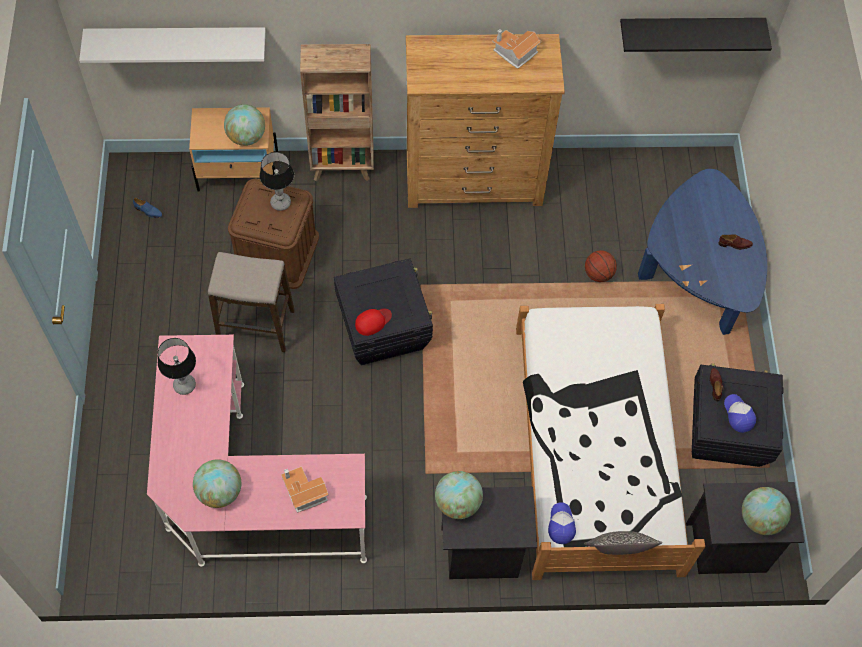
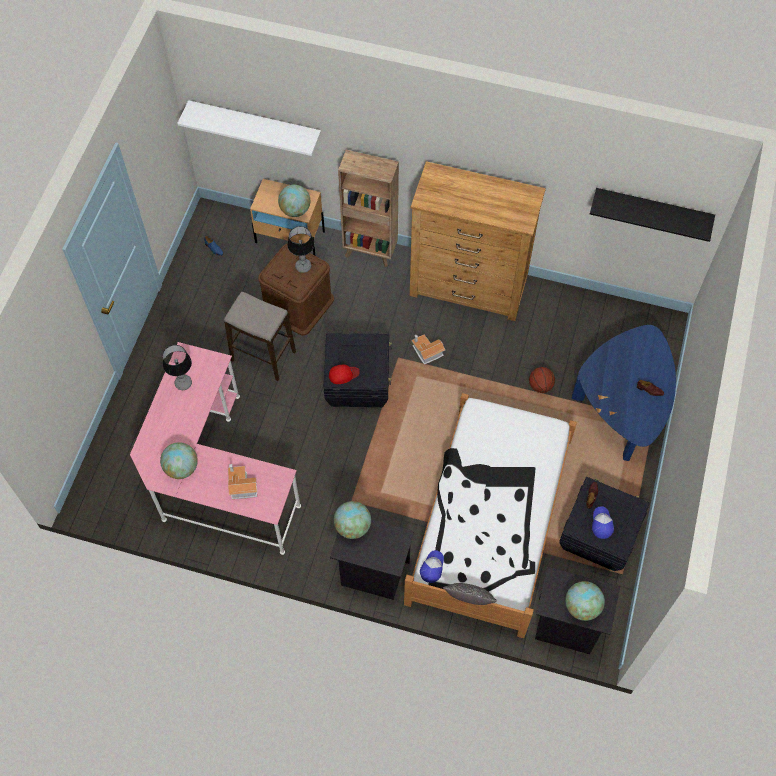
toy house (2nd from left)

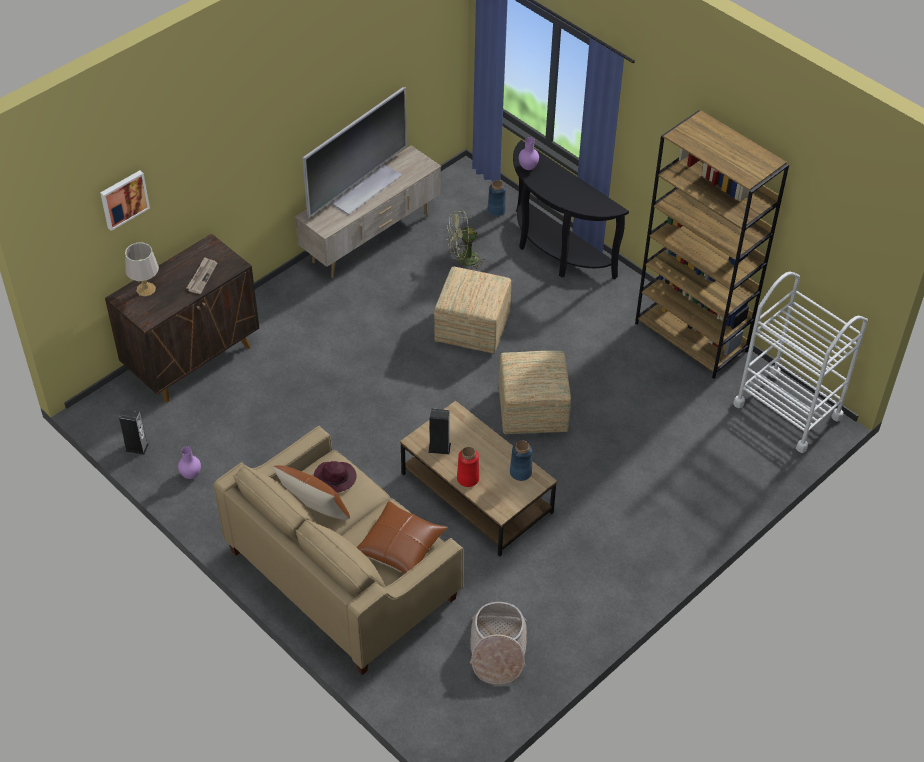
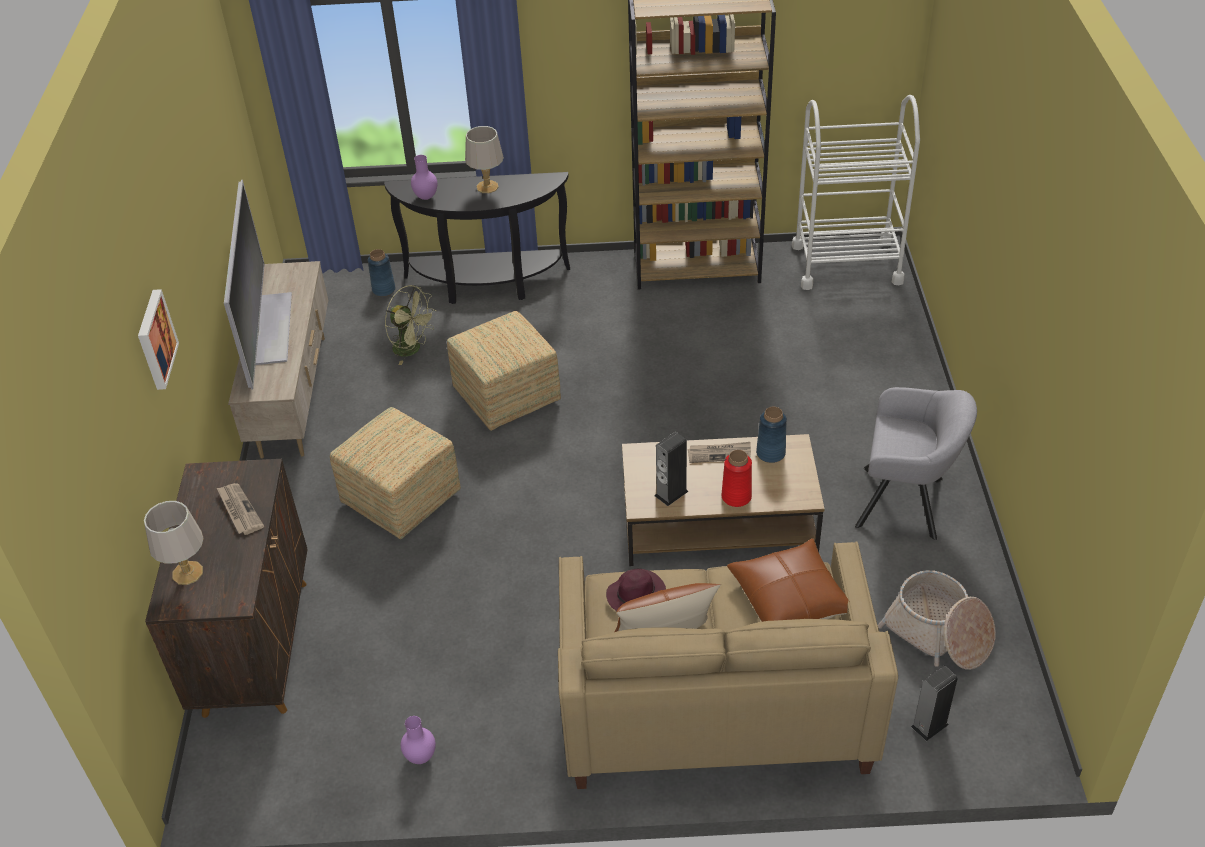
picture
speaker (2nd from left)
green fan
ottoman (1st from left)
grey table lamp (2nd from left)
newspaper (2nd from left)
grey armchair

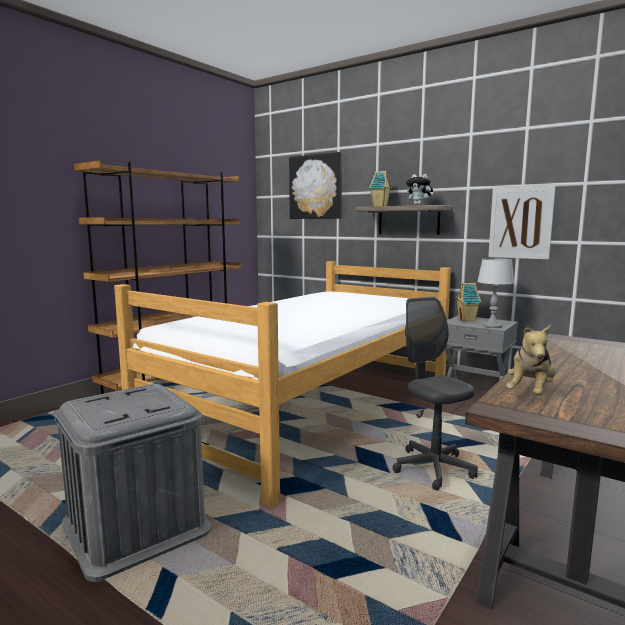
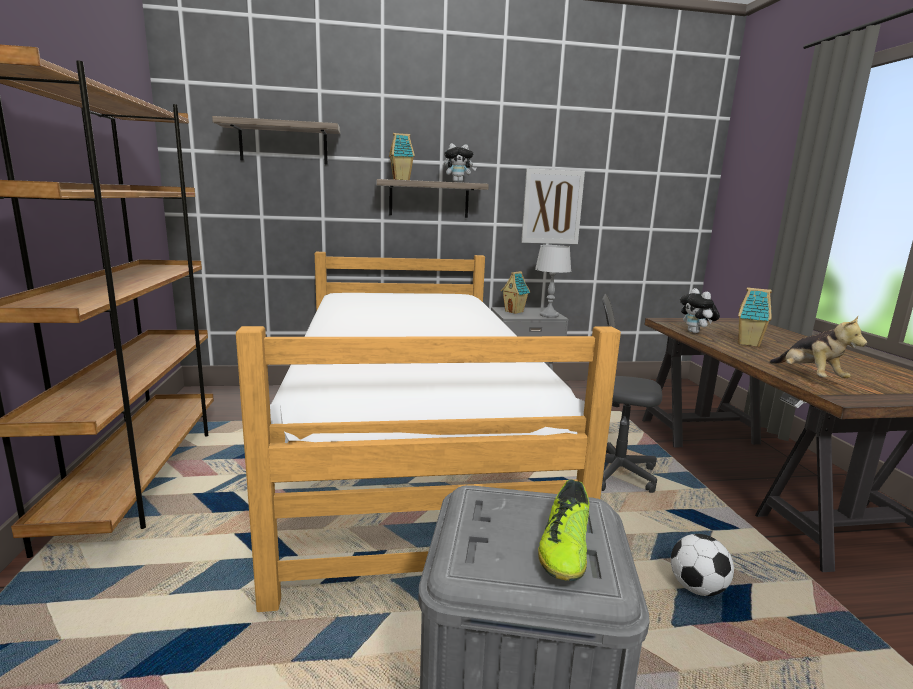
shelf (1st from left)
shoe
football
plush toy (2nd from left)
toy house (3rd from left)

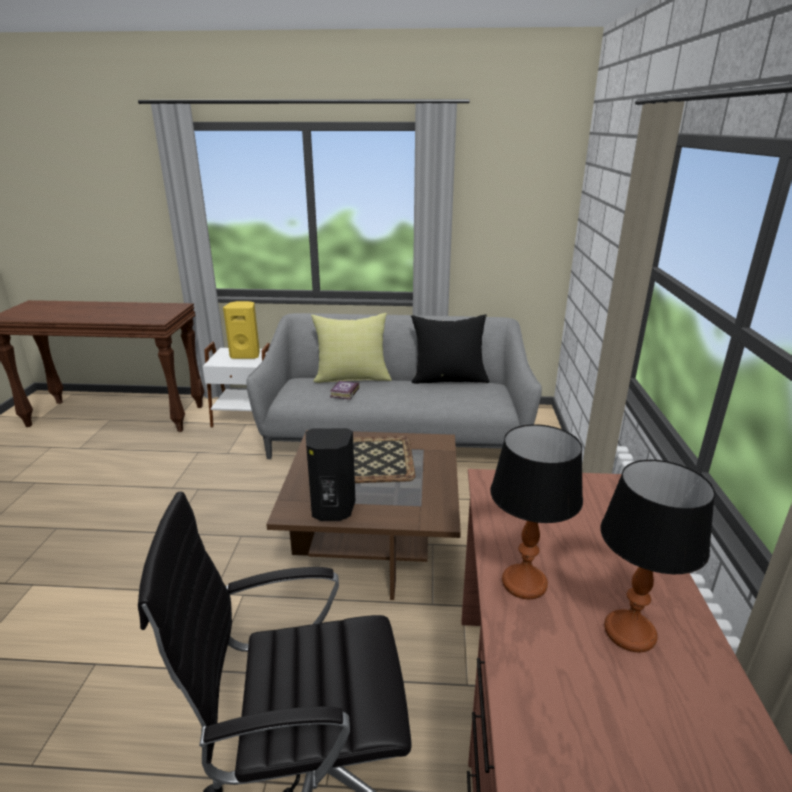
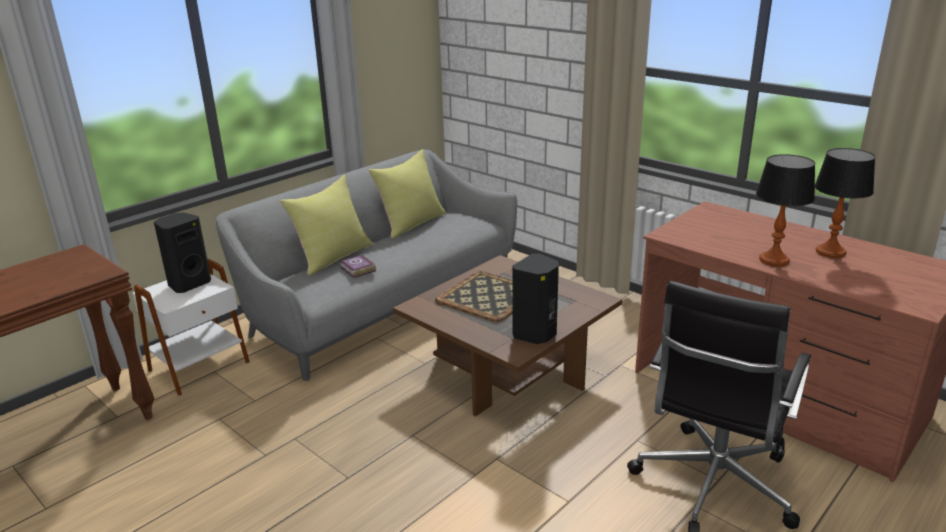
black speaker (1st from left)
yellow pillow (2nd from left)

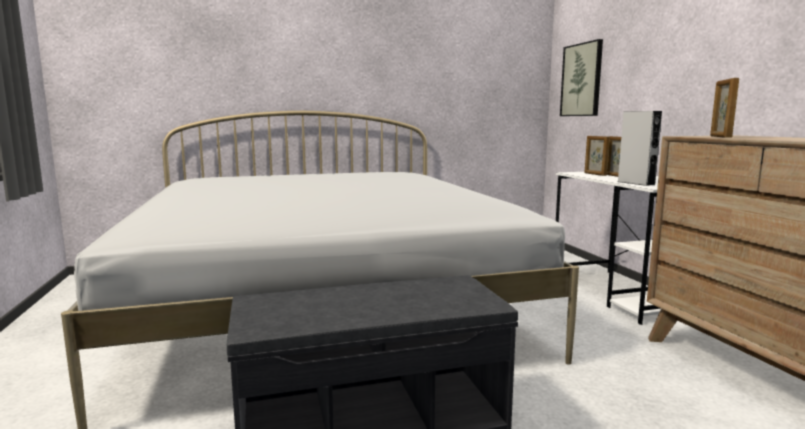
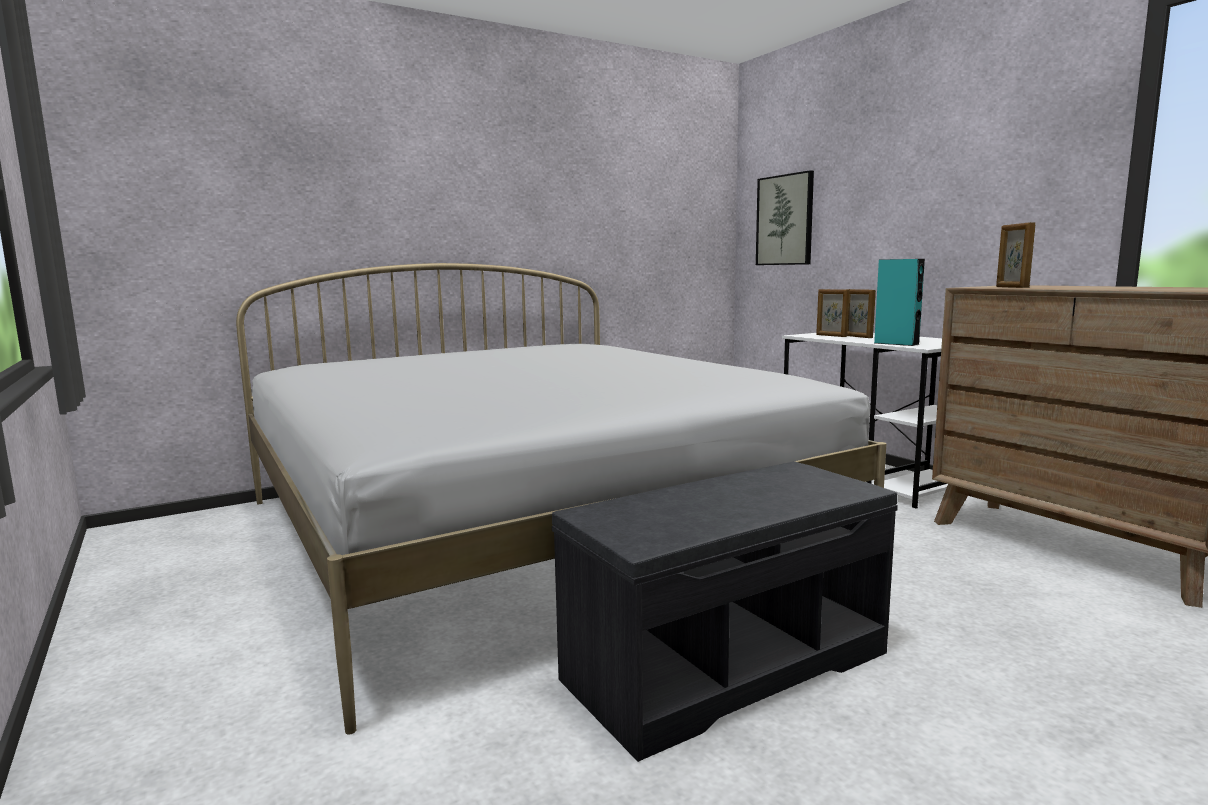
turquoise speaker

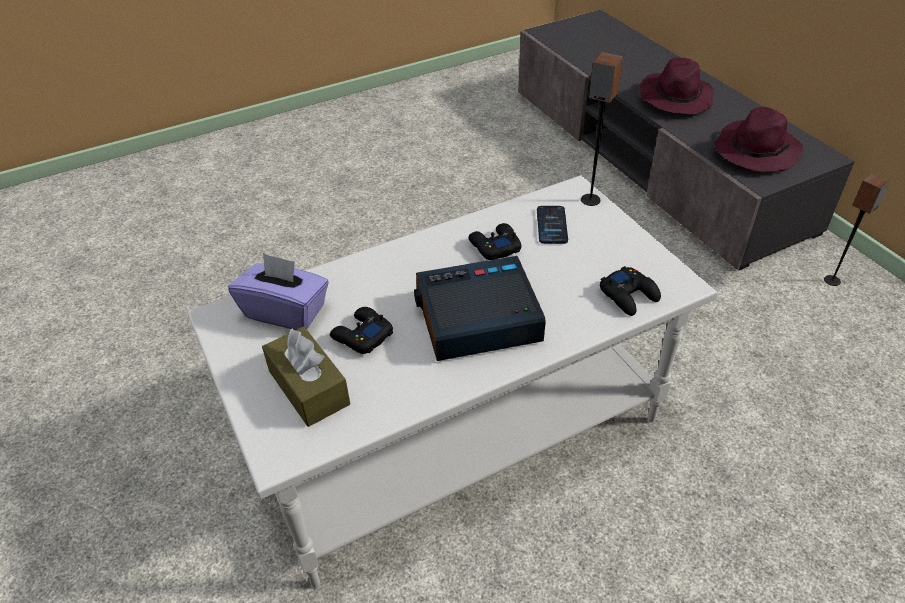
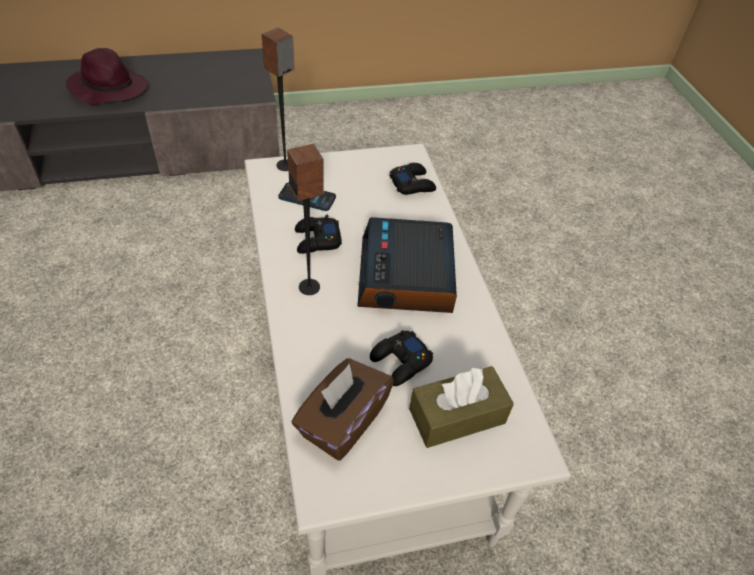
brown tissue box (1st from left)
purple hat (2nd from left in the first image)
speaker (2nd from left)

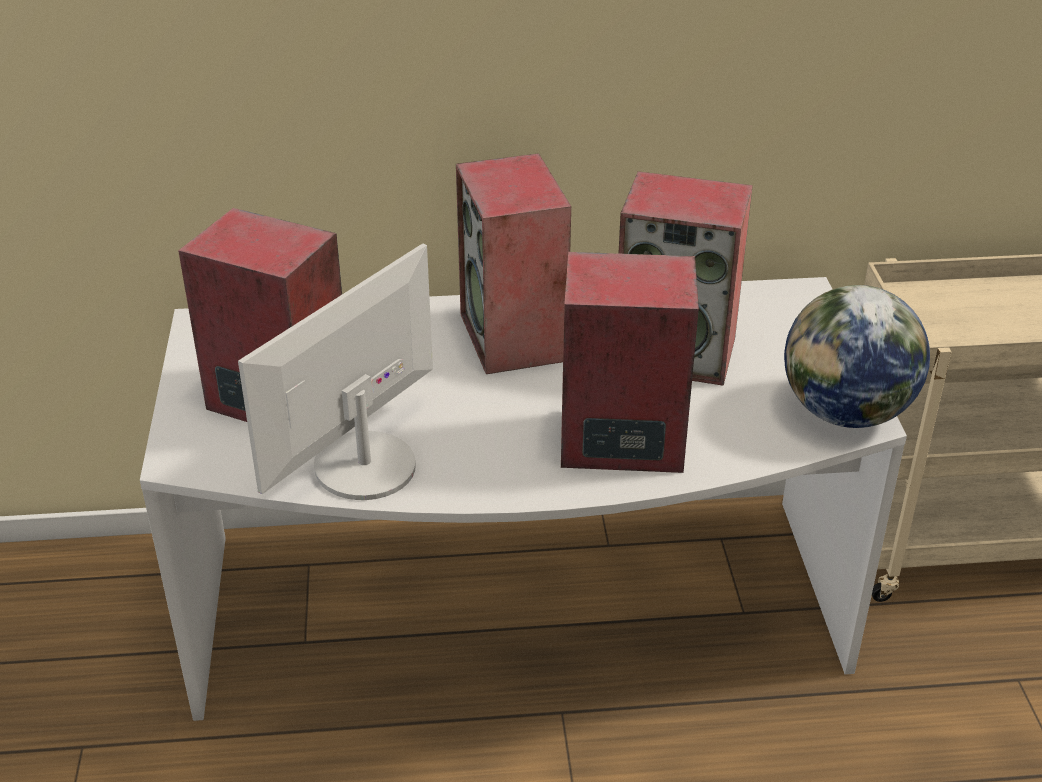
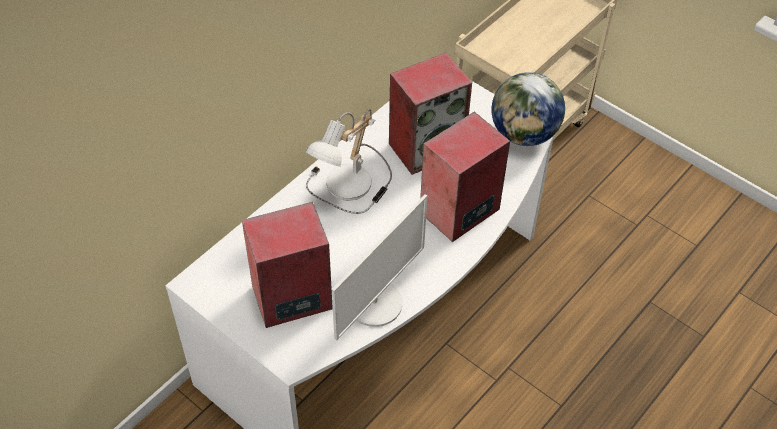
monitor
table lamp

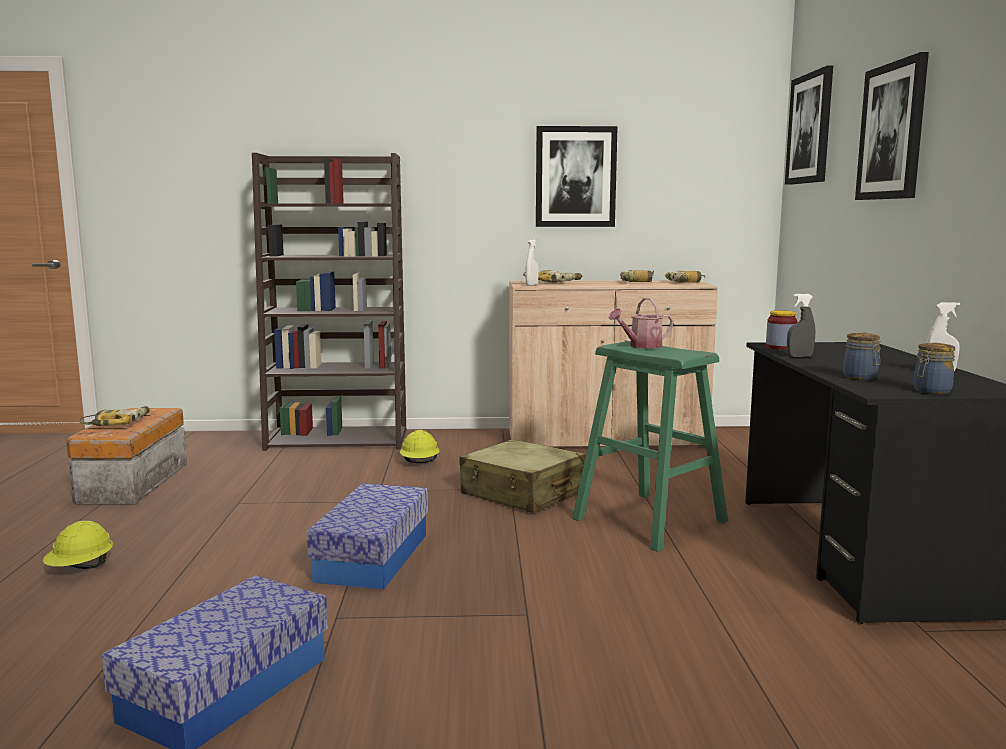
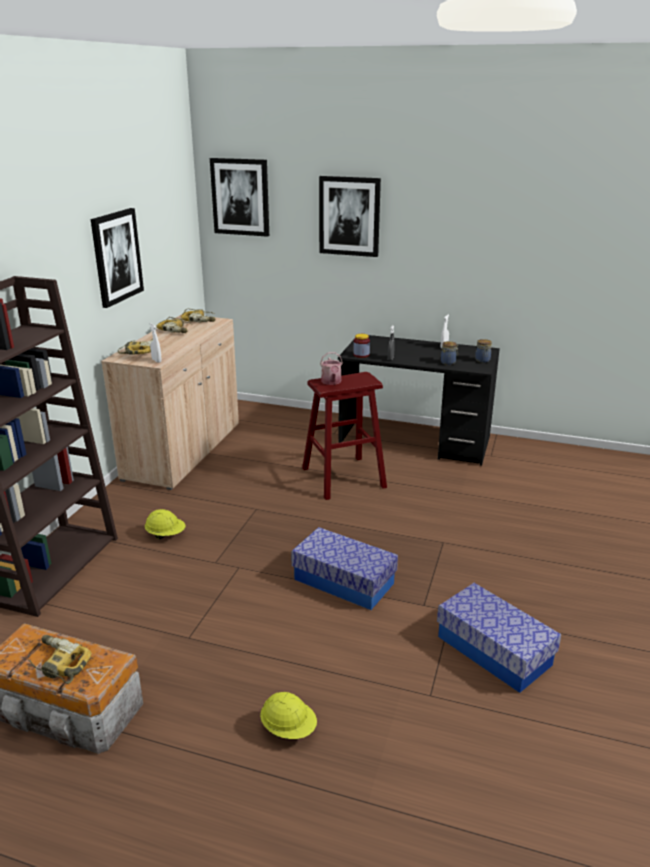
beige suitcase
red stool

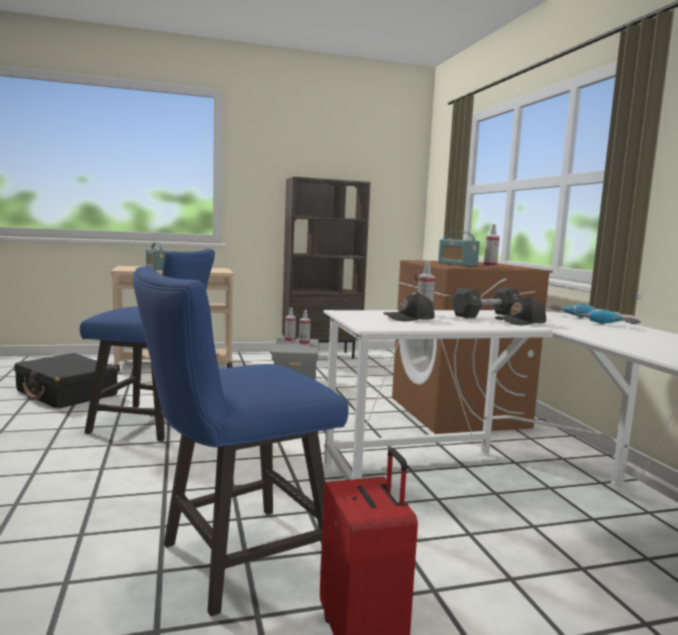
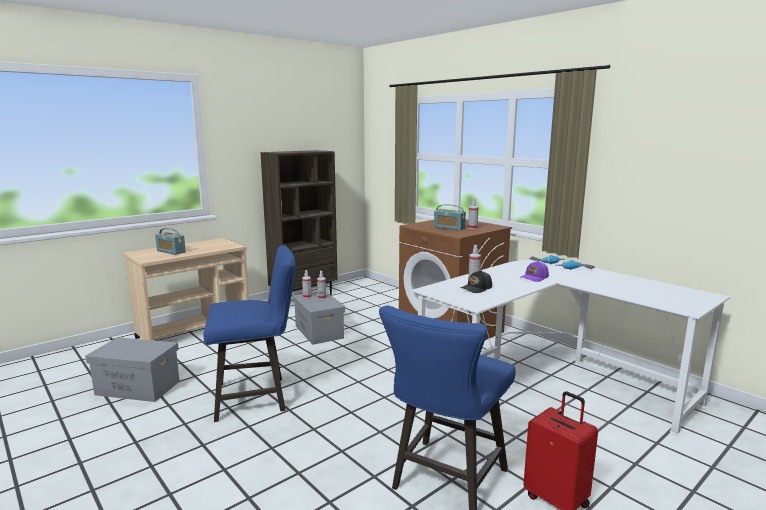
grey storage box (1st from left)
black dumbbell
purple cap

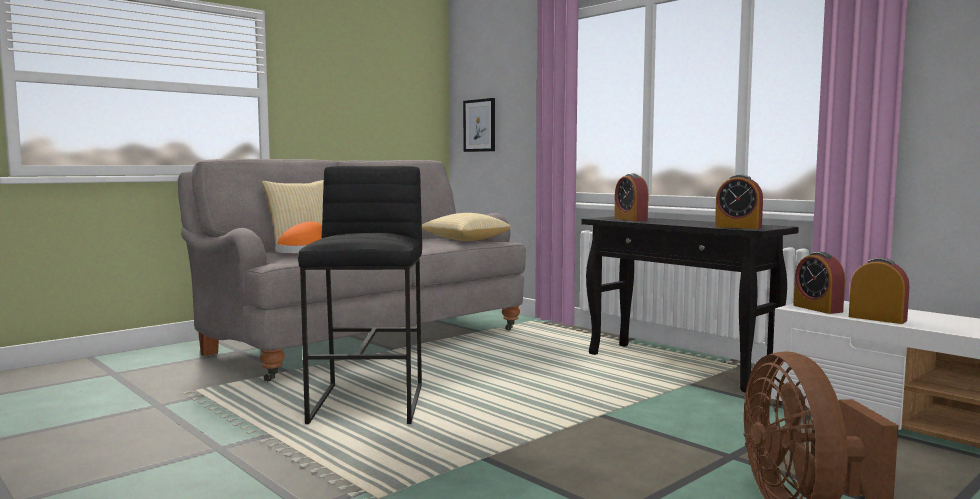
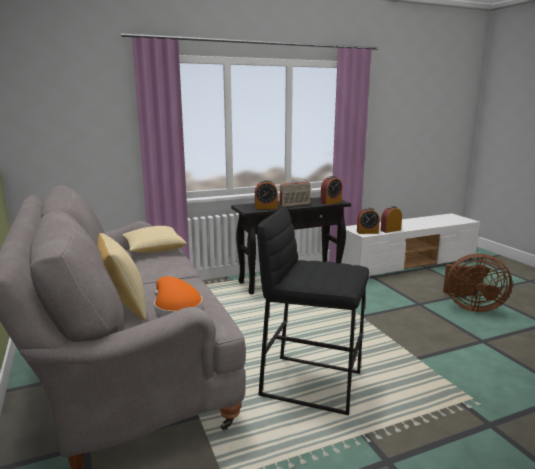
picture
radio

